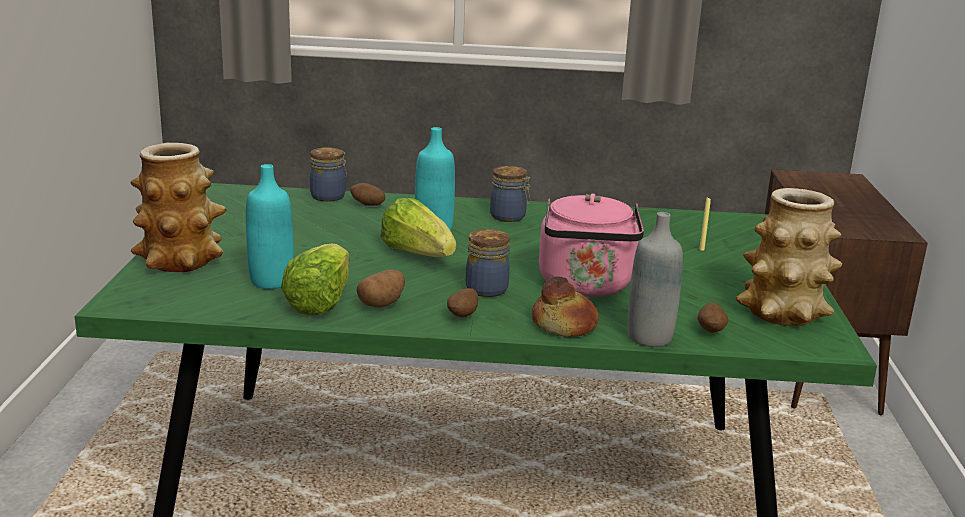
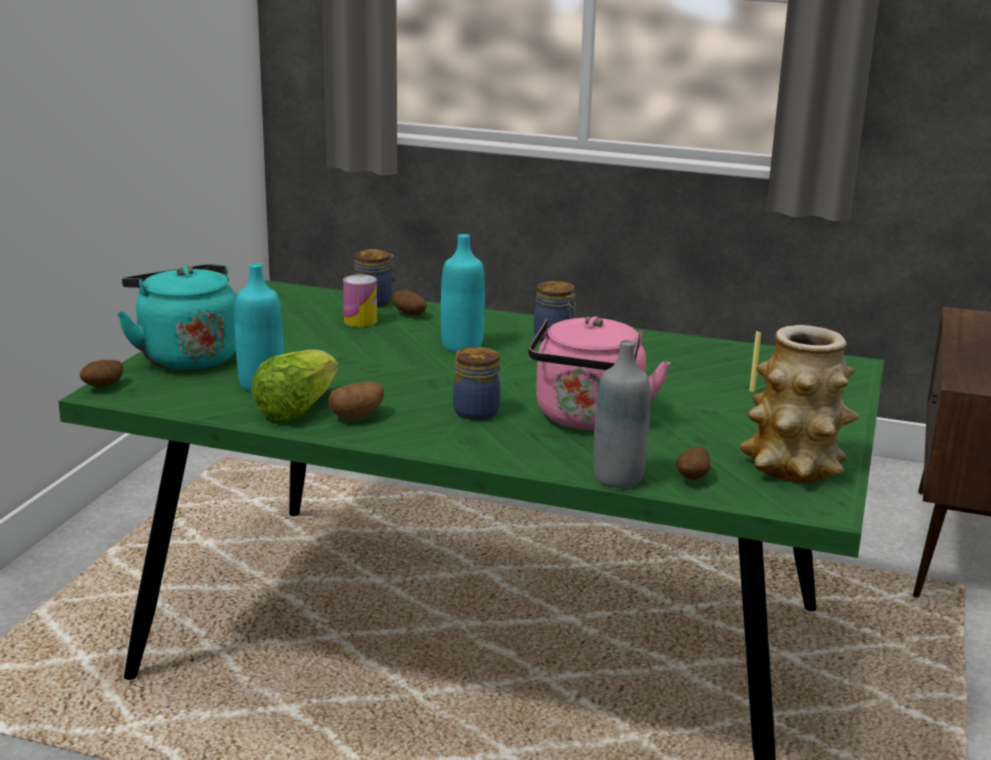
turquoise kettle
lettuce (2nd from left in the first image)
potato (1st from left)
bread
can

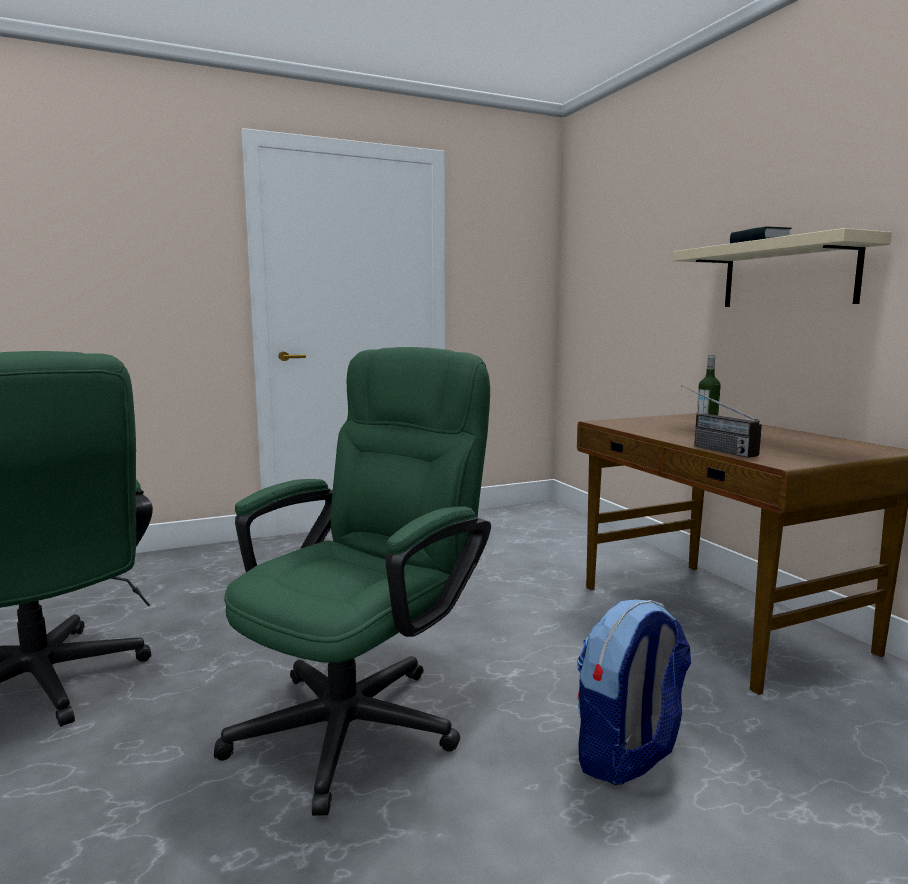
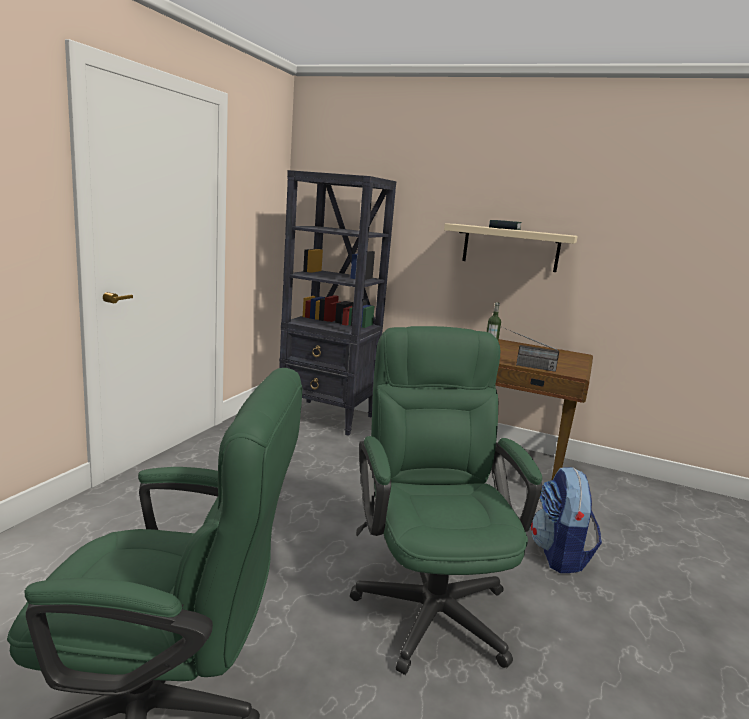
black bookcase

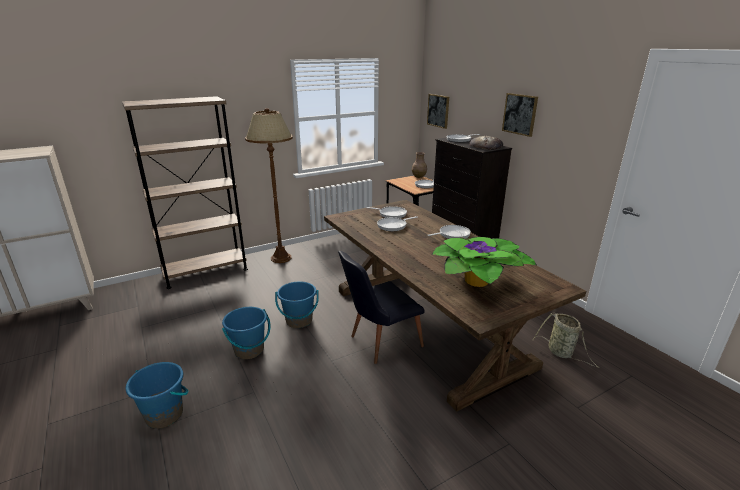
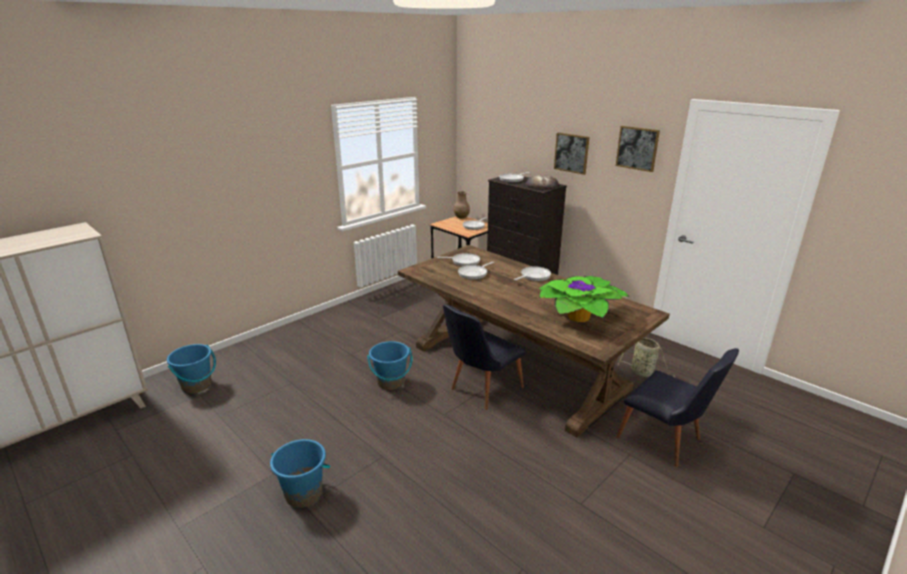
brown bookcase
blue bucket (1st from left)
brown floor lamp
picture (2nd from left)
black chair (2nd from left)

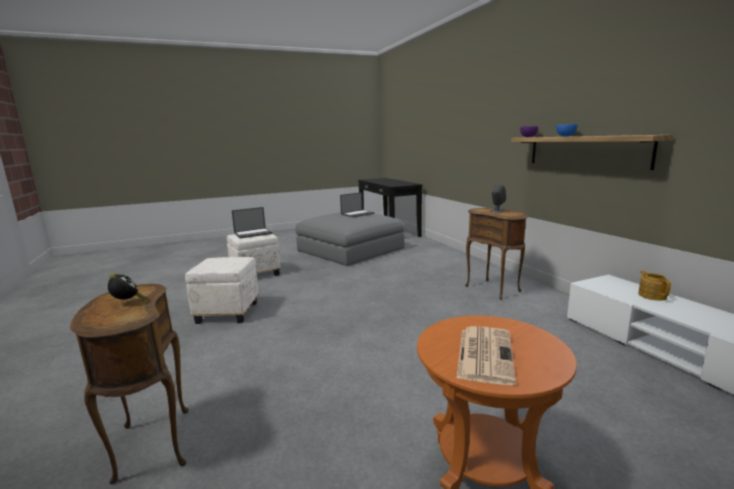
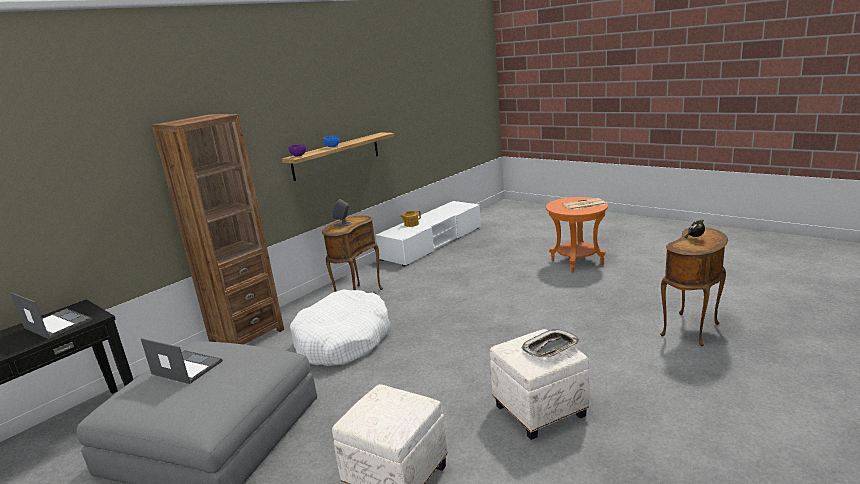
laptop (1st from left)
brown bookcase
white dog bed
tray

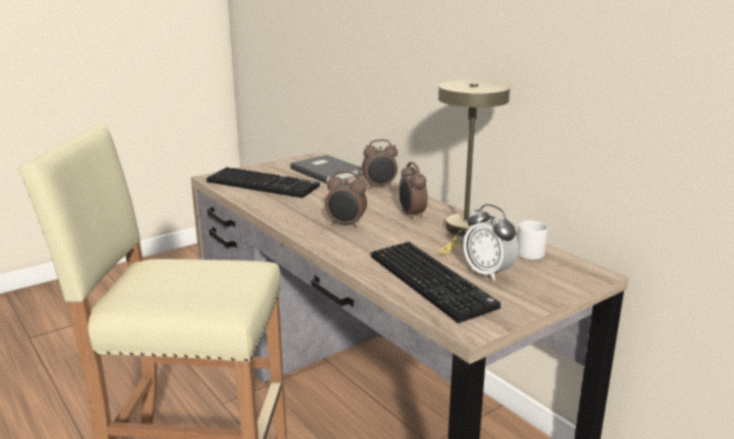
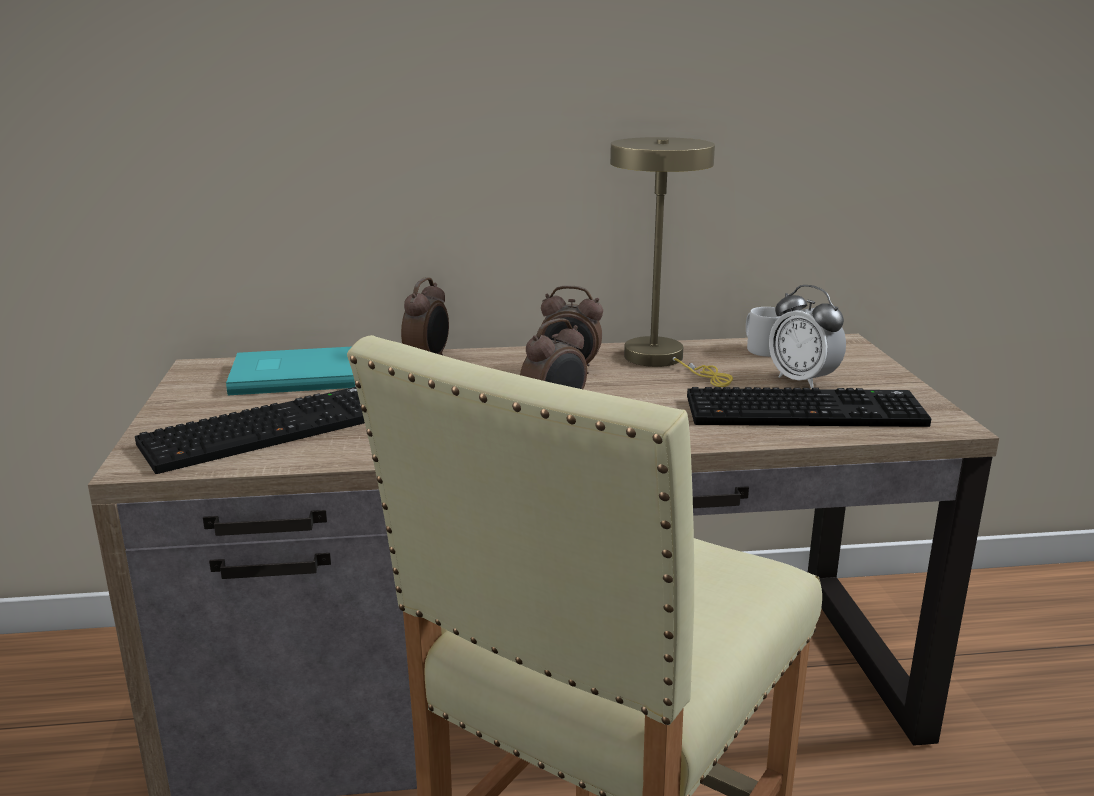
turquoise book
alarm clock (4th from left)

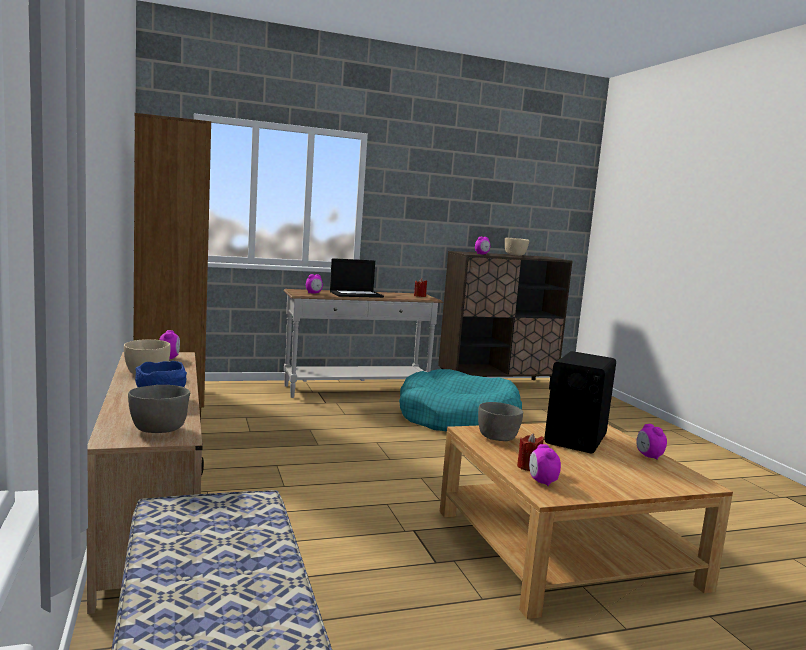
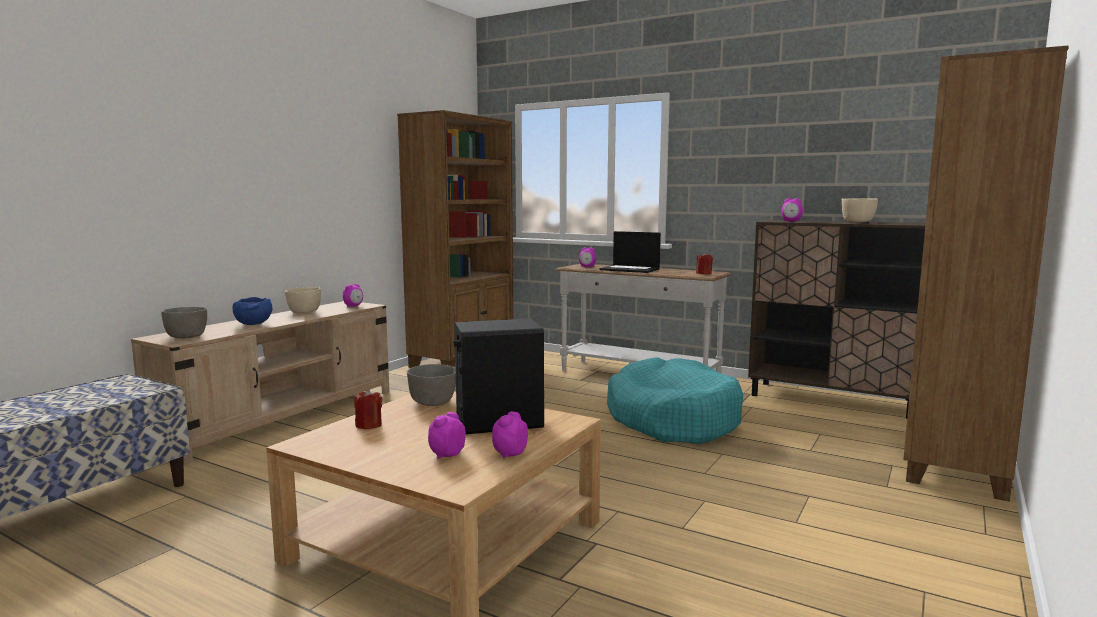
alarm clock (2nd from left)
brown bookcase (2nd from left)

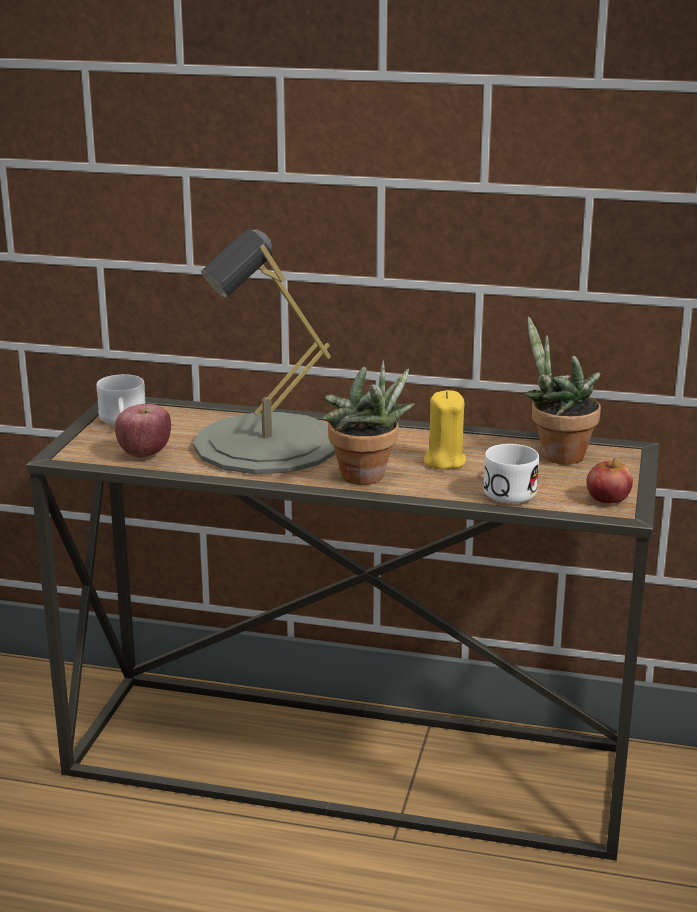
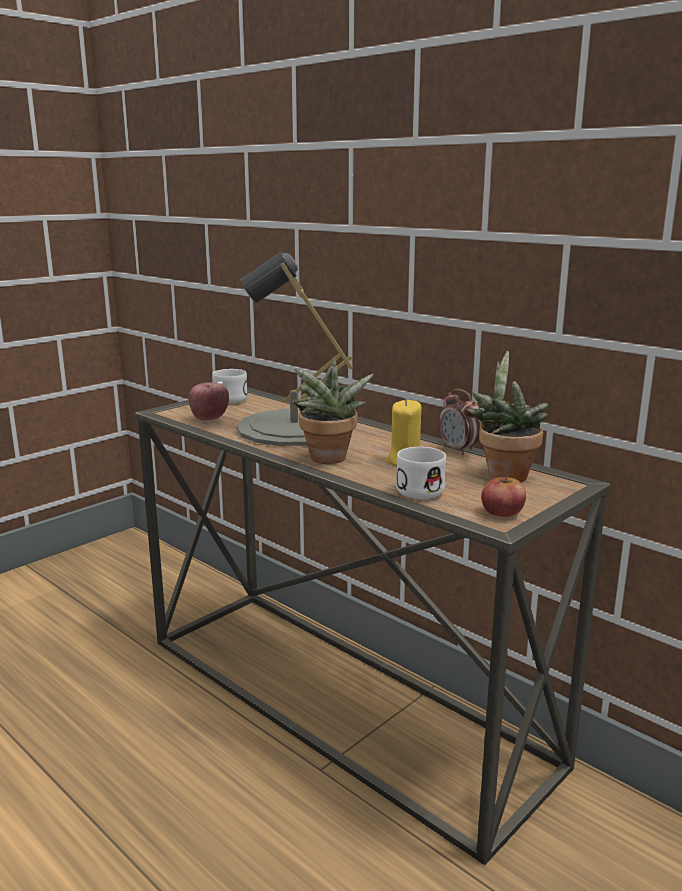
alarm clock

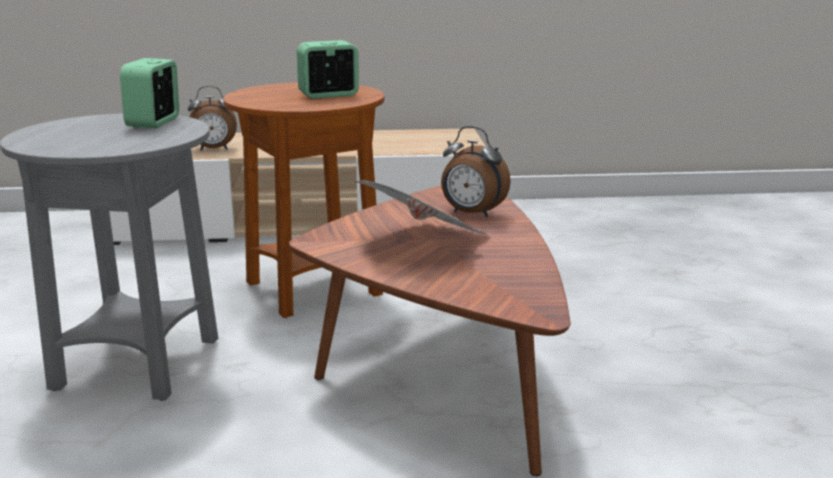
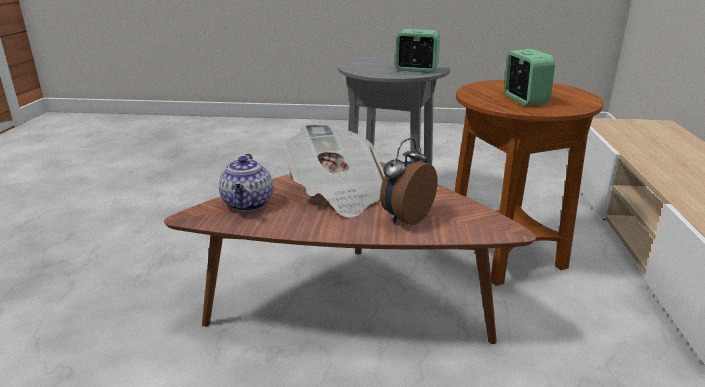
alarm clock (2nd from left in the first image)
teapot

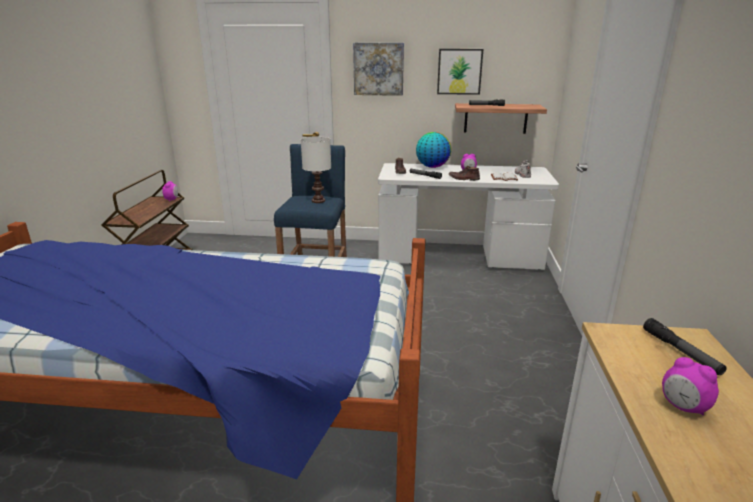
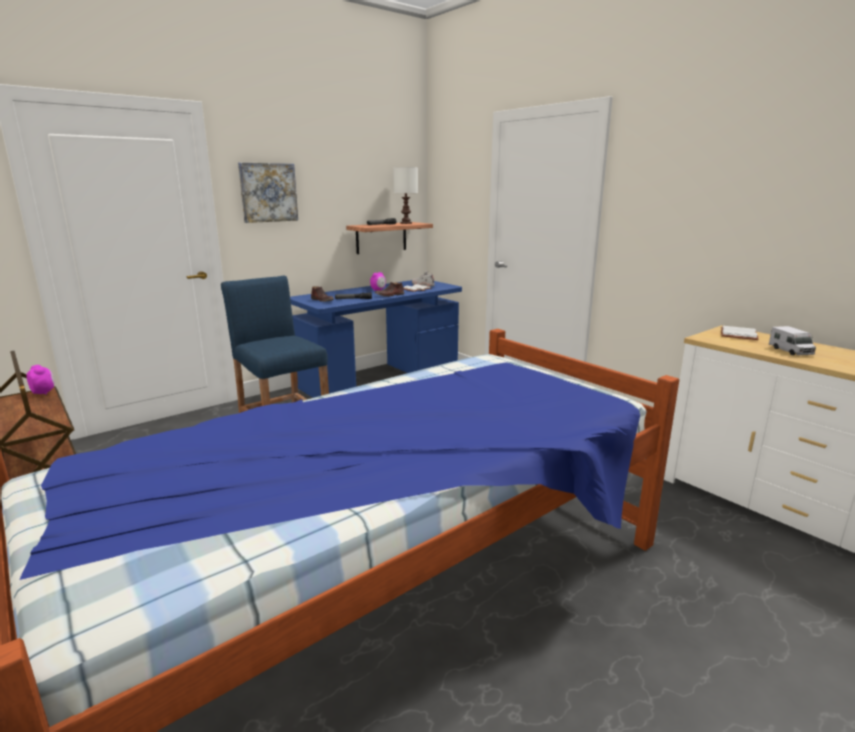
white table lamp
blue desk
globe
picture (2nd from left in the first image)
white book (2nd from left)
toy truck

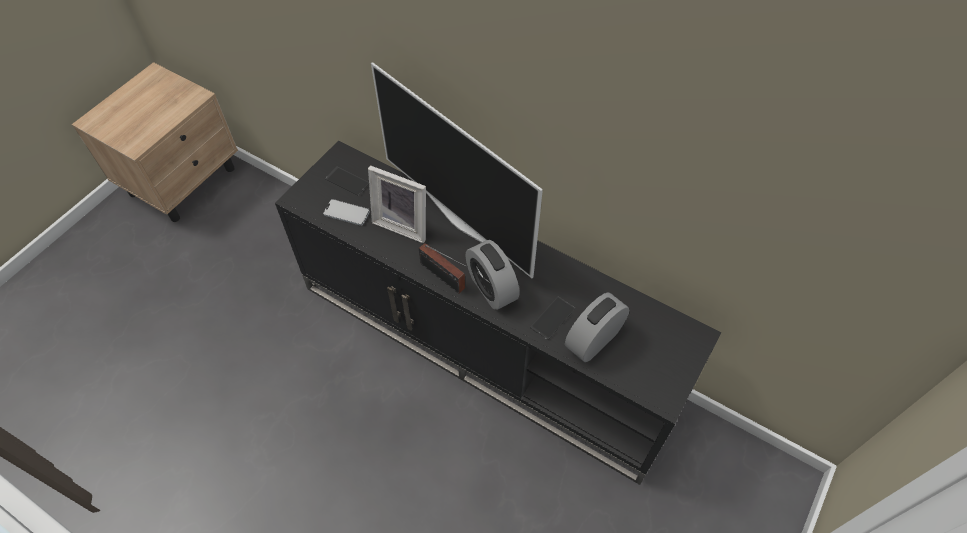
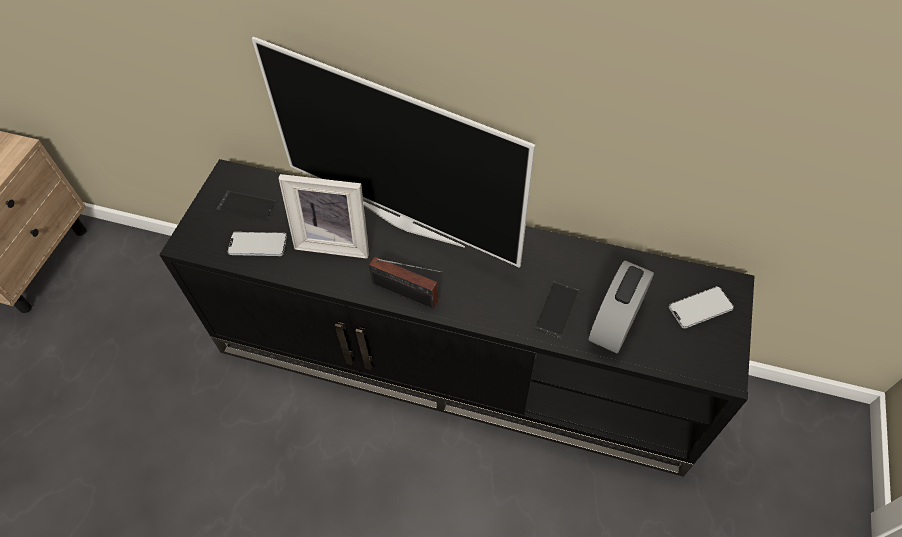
alarm clock (1st from left in the first image)
phone (4th from left)

